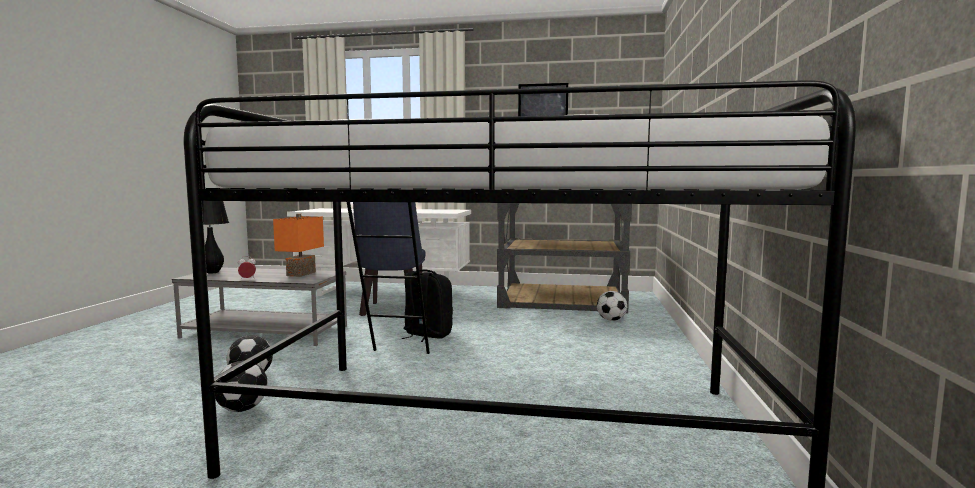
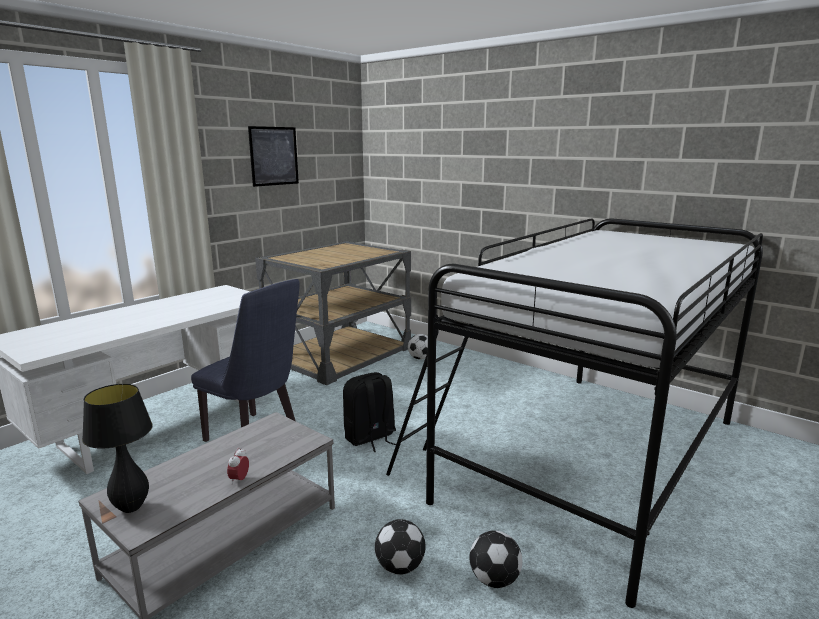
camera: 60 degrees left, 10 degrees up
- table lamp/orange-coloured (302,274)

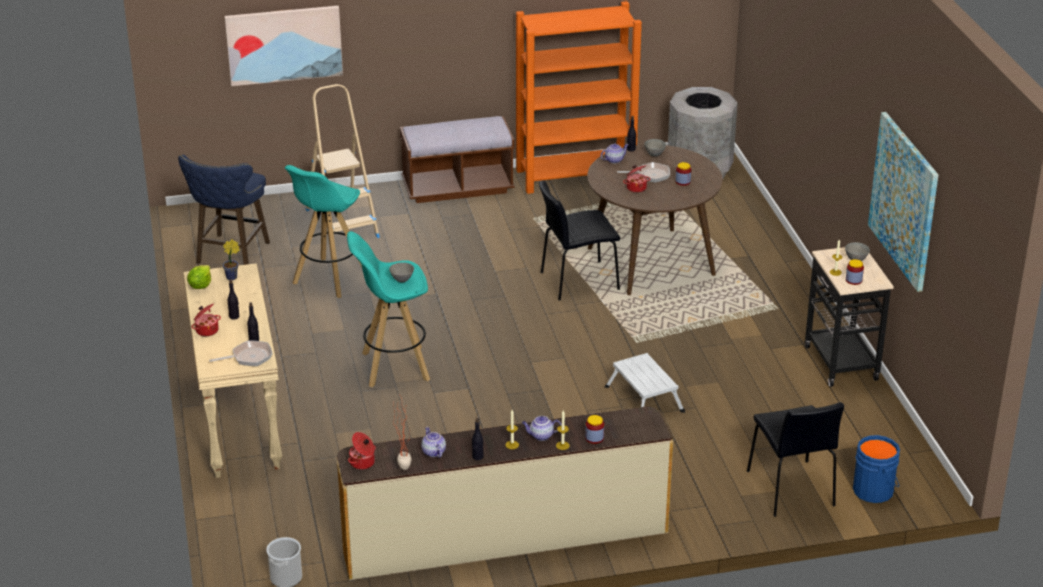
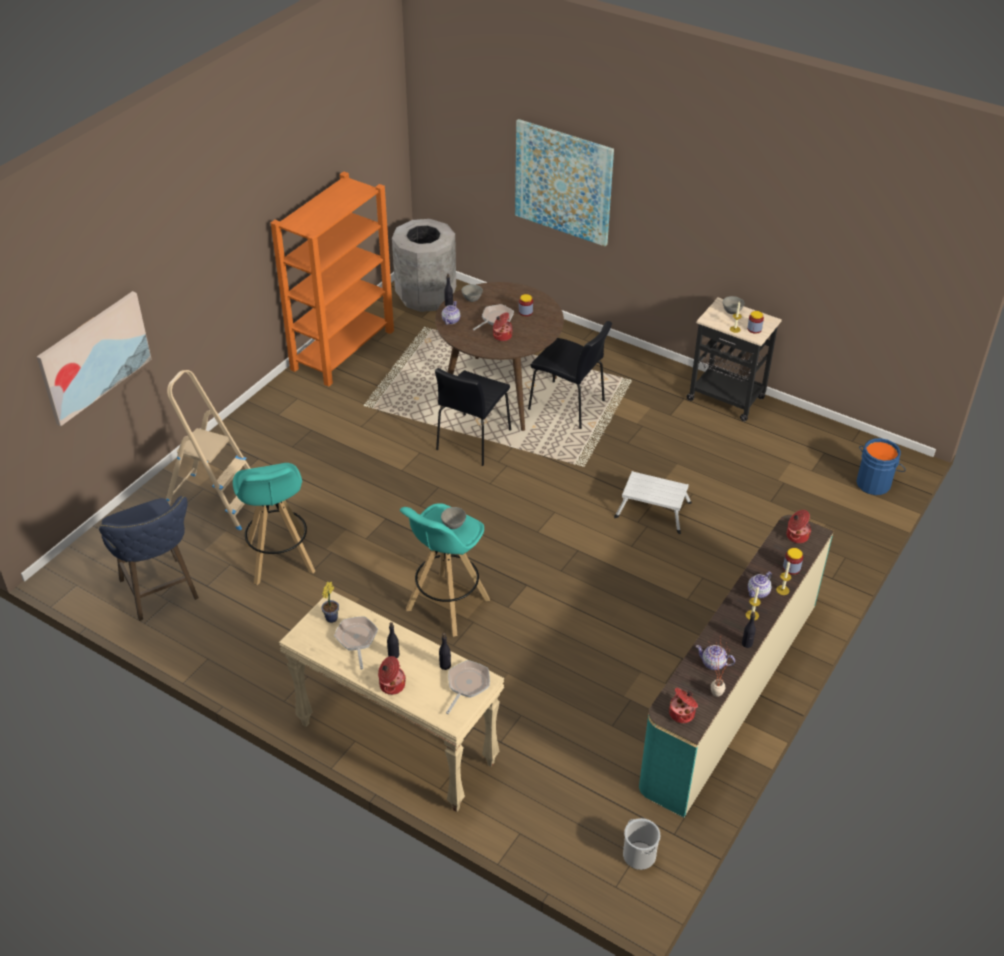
camera: 45 degrees left, 10 degrees up
- lettuce (200,285)
- long seat/brown (457,187)
+ pan (356,639)
+ stockpot (796,536)
~ upright chair/black (792,490) to (569,406)
~ wall picture (904,200) to (563,182)
~ cabinet/brown (505,538) to cabinet/blue-green (730,693)

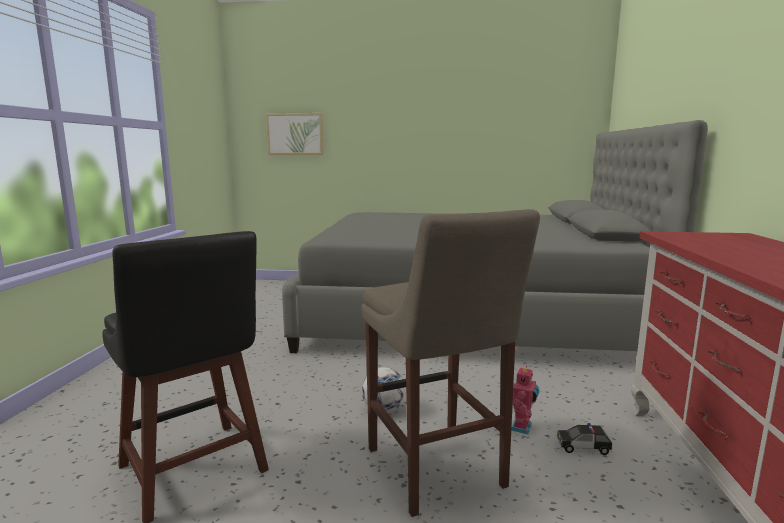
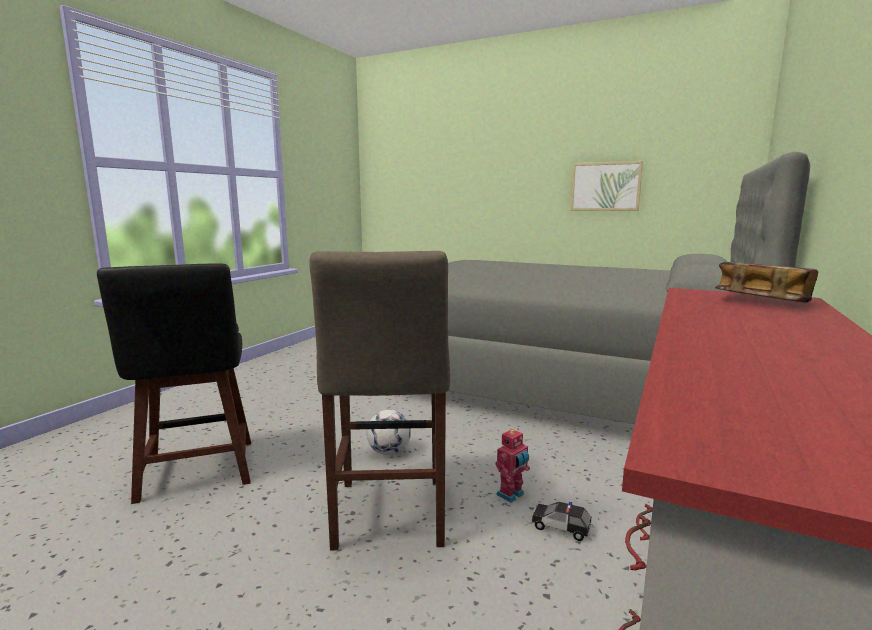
camera: 20 degrees right, 0 degrees up
+ bound book (762,301)
~ wall picture (295,134) to (605,186)

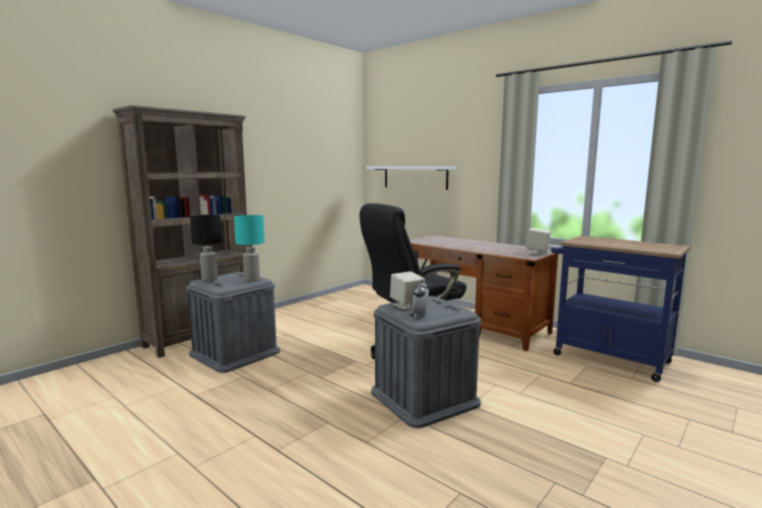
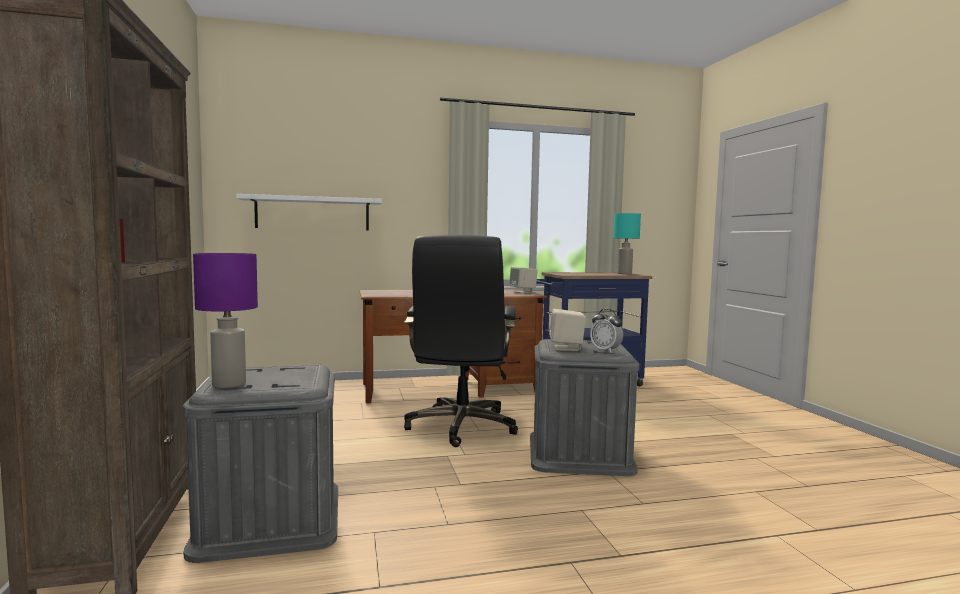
camera: 55 degrees left, 5 degrees down
~ table lamp/blue-green (252,280) to (624,274)
~ table lamp/black (209,279) to table lamp/purple-coloured (228,385)

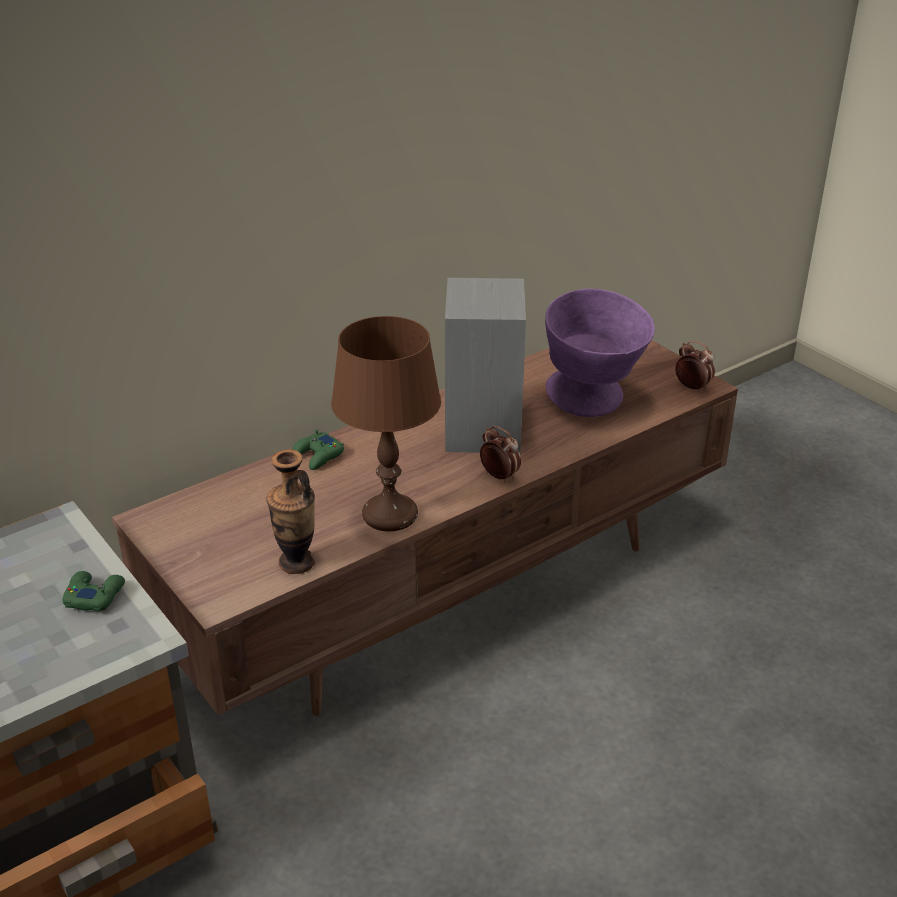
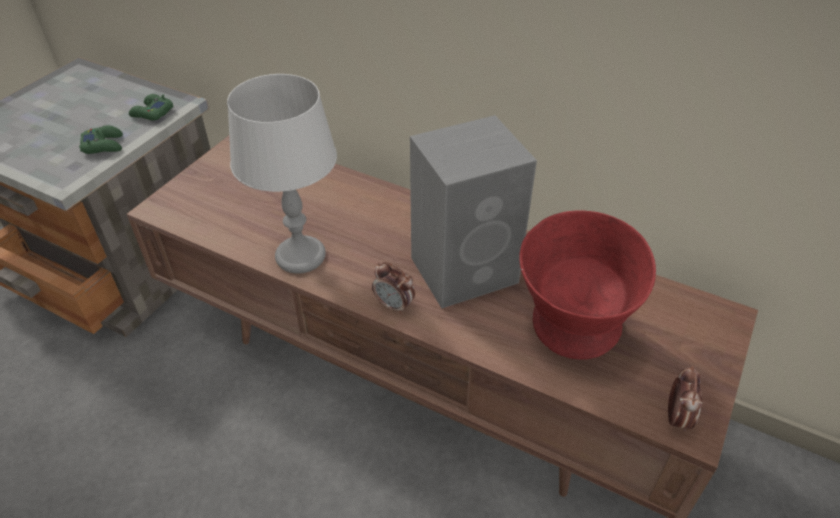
camera: 65 degrees right, 10 degrees up
- flower vase (296,562)
~ gamepad/green-coloured (318,456) to (152,113)
~ table lamp/brown (390,515) to table lamp/grey (300,257)
~ bowl/purple-coloured (593,404) to bowl/red-coloured (568,337)
~ alarm clock (499,476) = (394,305) 105 degrees clockwise

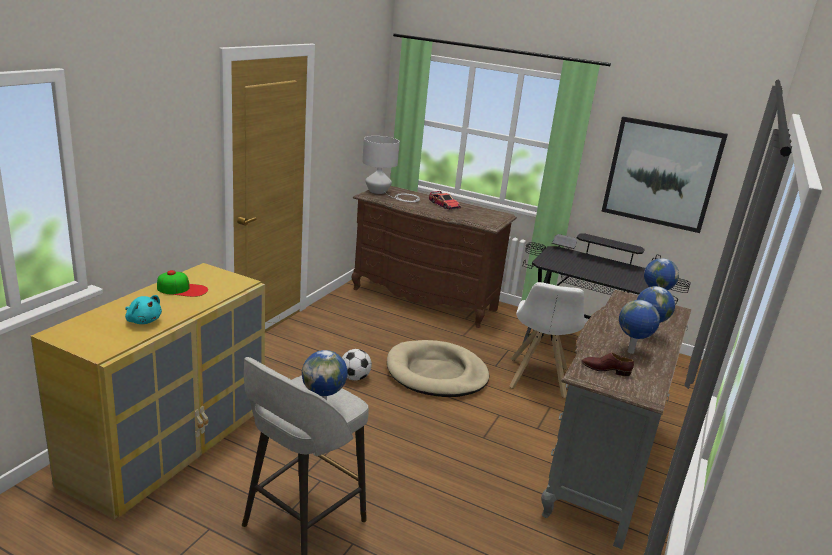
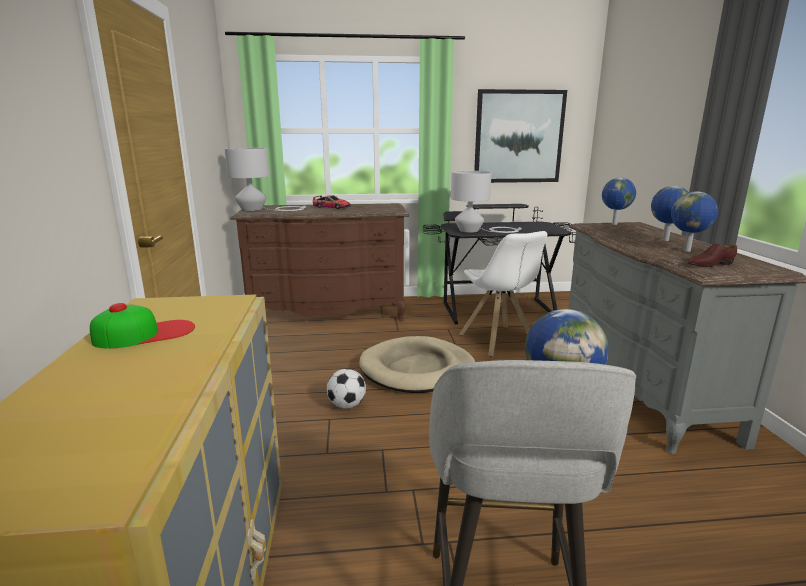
camera: 30 degrees left, 5 degrees down
- soft toy/blue-green (143,320)
+ table lamp/grey (482,230)

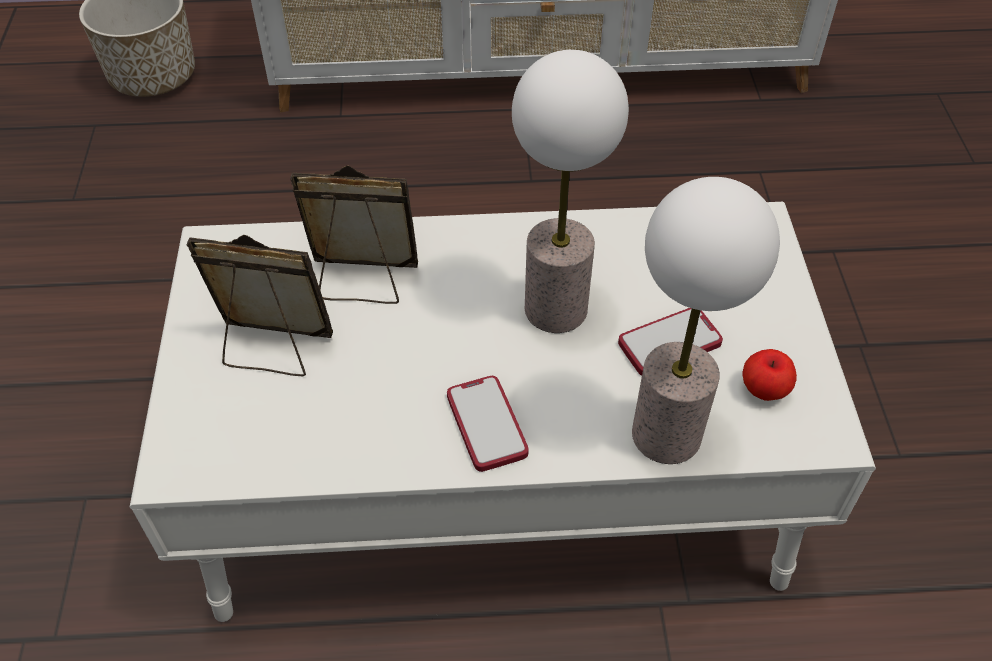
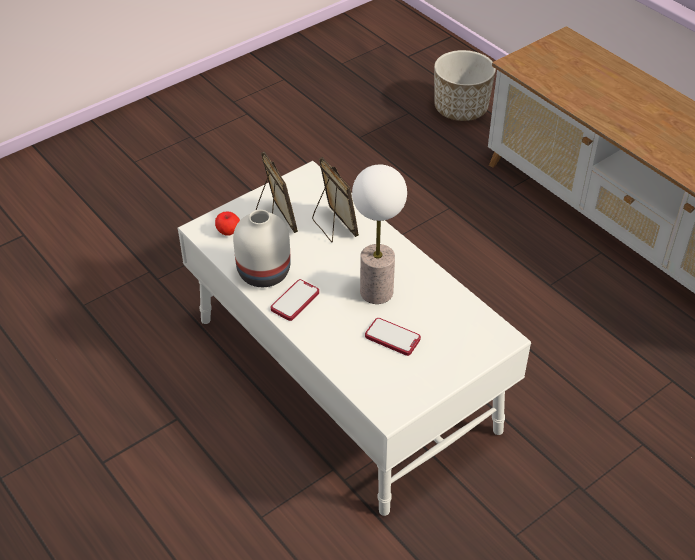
camera: 55 degrees right, 5 degrees down
- table lamp (667,435)
+ flower vase/white (265,273)
~ whole apple (764,389) to (228,231)

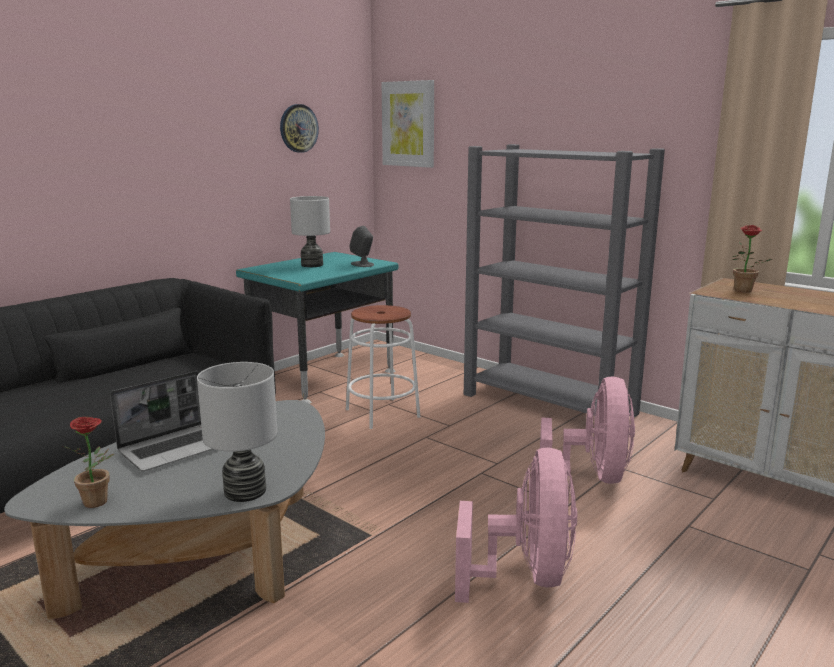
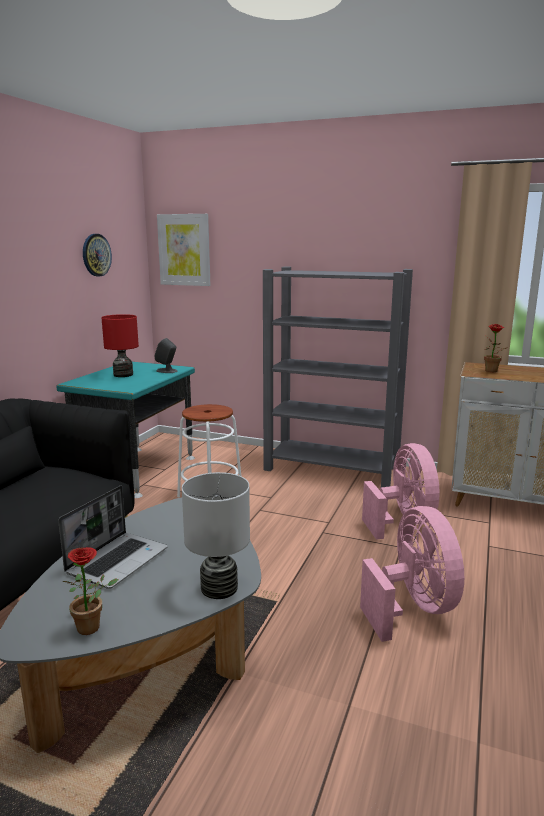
camera: 20 degrees left, 0 degrees up
~ table lamp/grey (312,265) to table lamp/red-coloured (123,375)

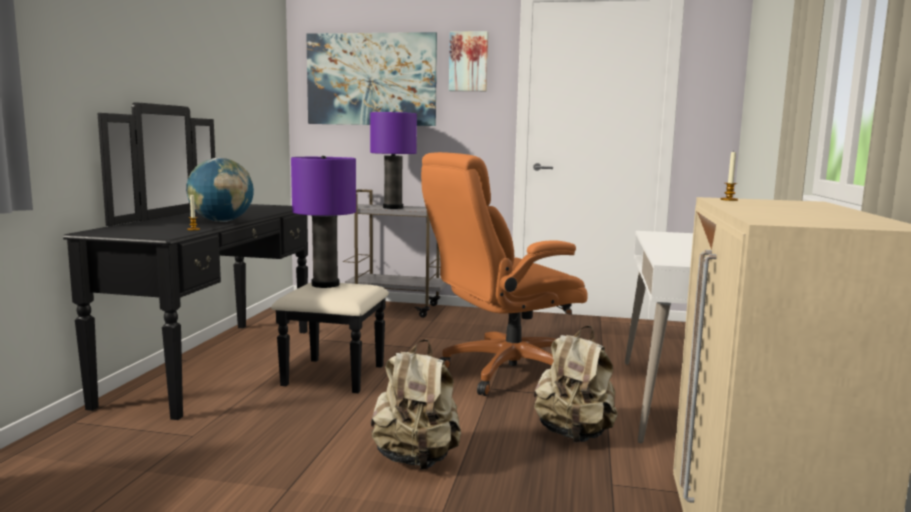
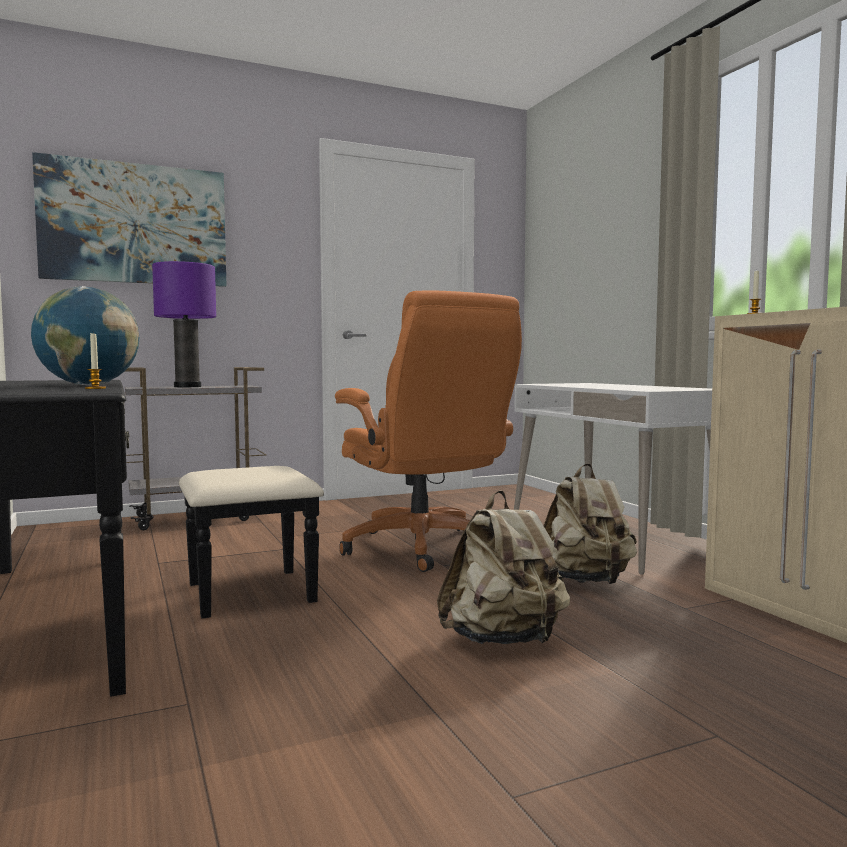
camera: 35 degrees left, 5 degrees down
- table lamp/purple-coloured (326,284)
- wall picture (468,61)
~ office chair/orange-coloured (501,372) = (425,551) 60 degrees counterclockwise

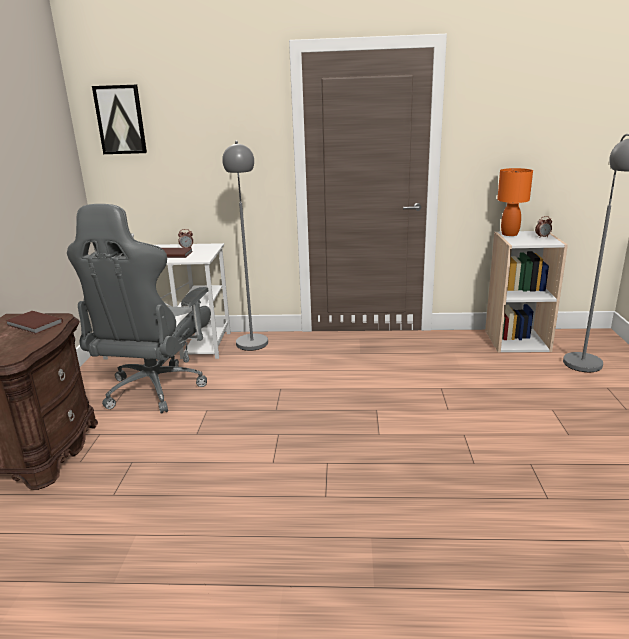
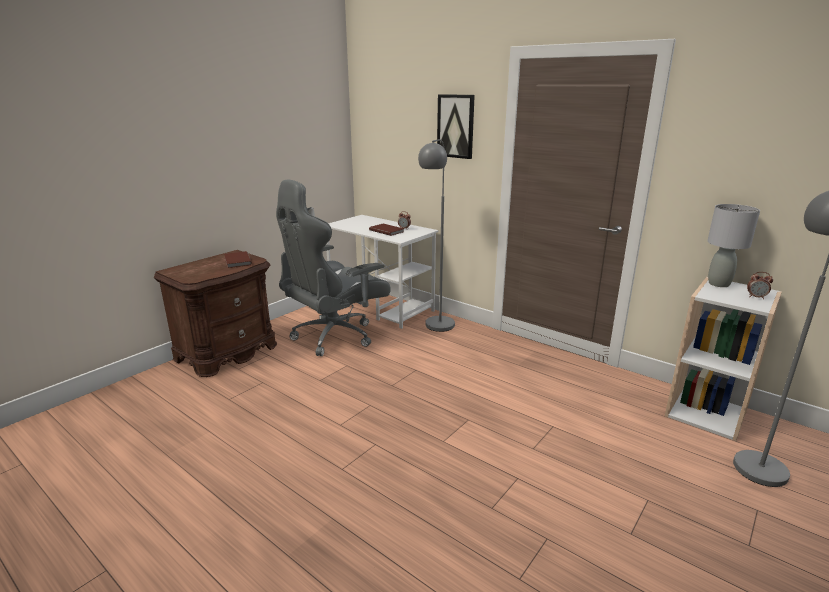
camera: 35 degrees right, 0 degrees up
~ wall picture (120,120) to (456,126)
~ table lamp/orange-coloured (509,234) to table lamp/grey (718,284)

